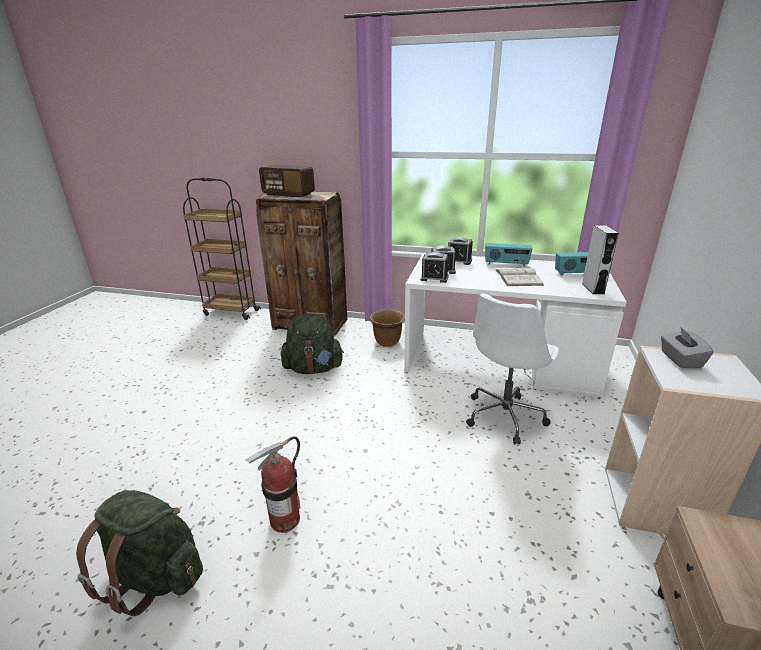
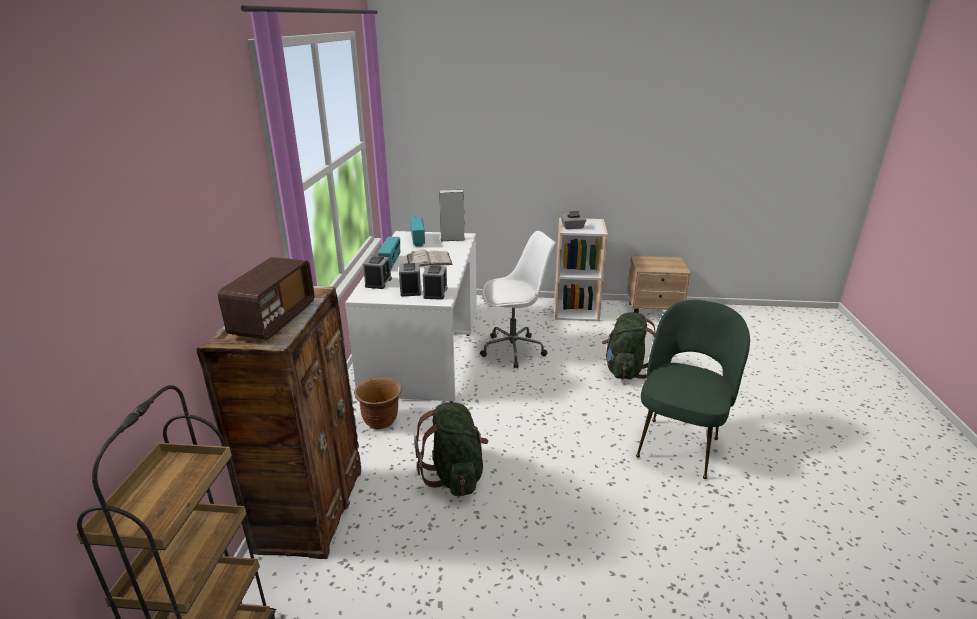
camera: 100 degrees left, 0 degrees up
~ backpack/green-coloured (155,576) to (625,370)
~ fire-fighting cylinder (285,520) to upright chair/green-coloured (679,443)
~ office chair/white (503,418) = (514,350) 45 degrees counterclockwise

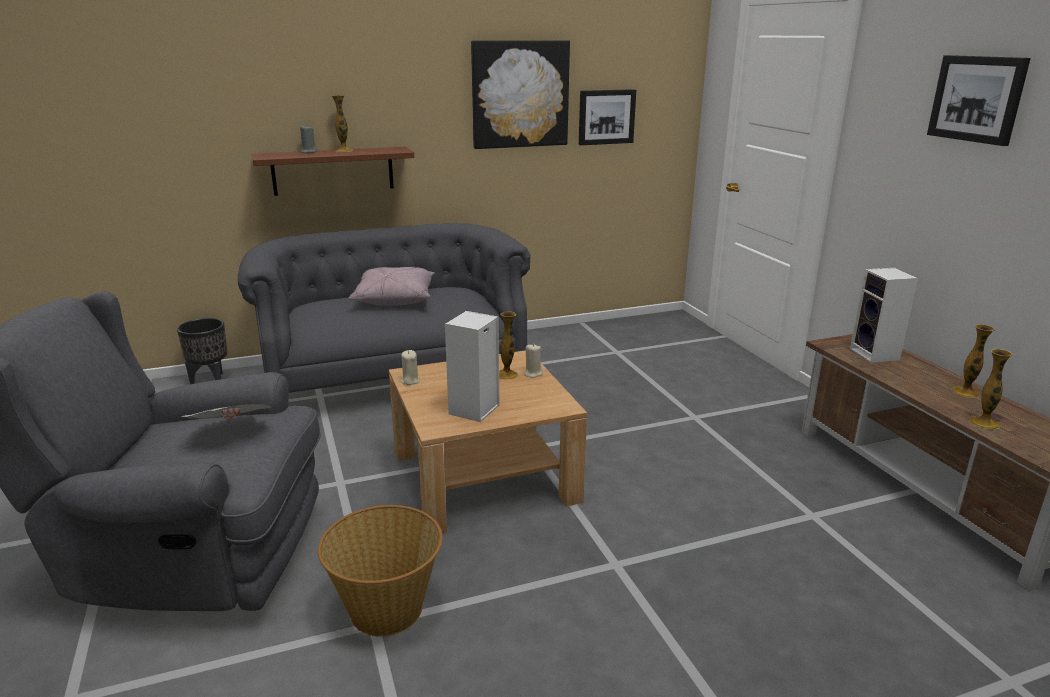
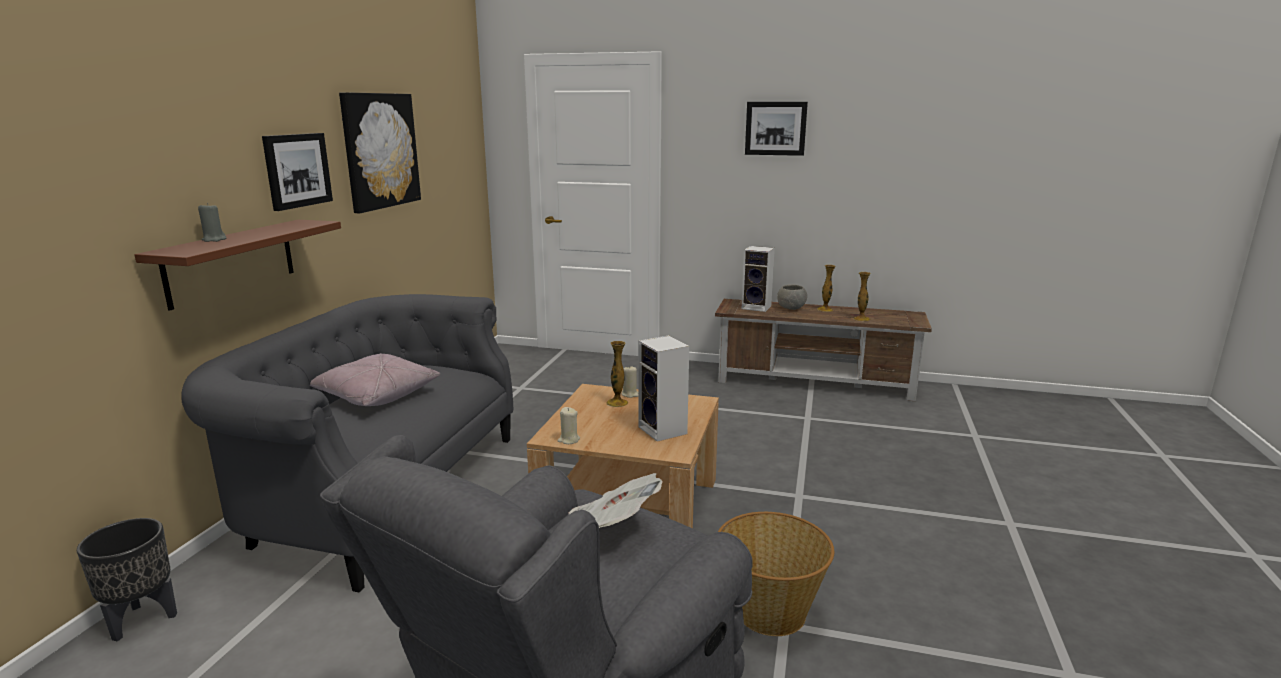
camera: 55 degrees left, 5 degrees down
- flower vase (344,151)
+ bowl/grey (791,308)
~ wall picture (606,117) to (297,170)

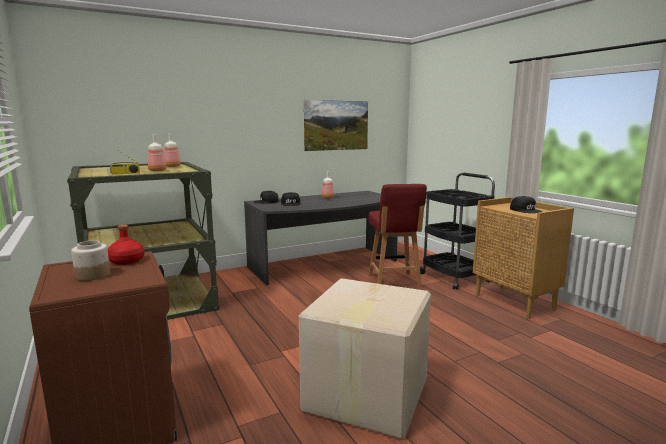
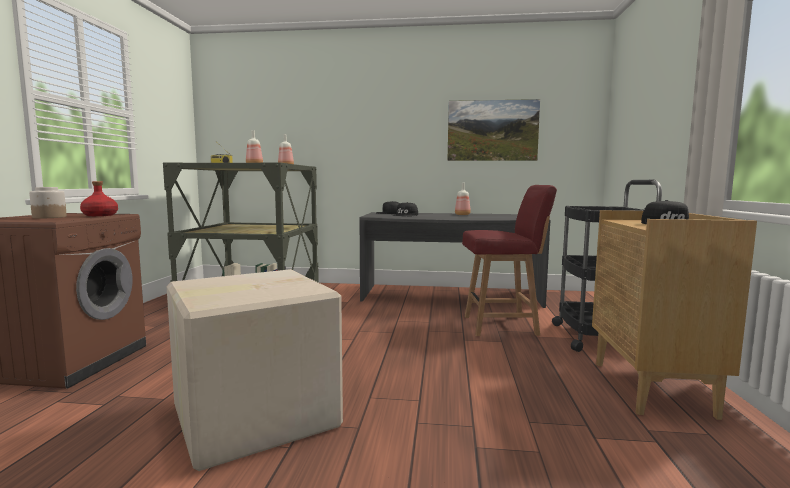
camera: 35 degrees right, 5 degrees down
~ upright chair/red-coloured (394,281) = (502,325) 120 degrees counterclockwise

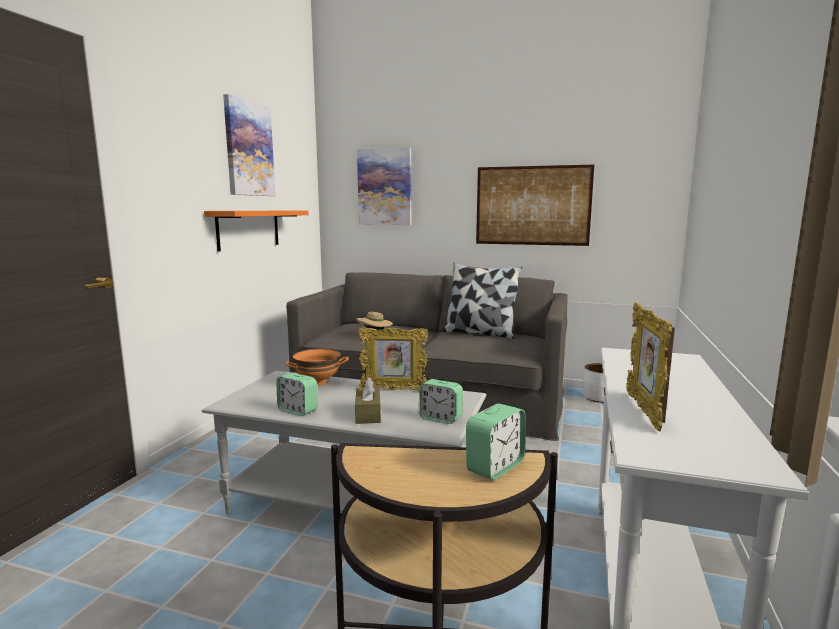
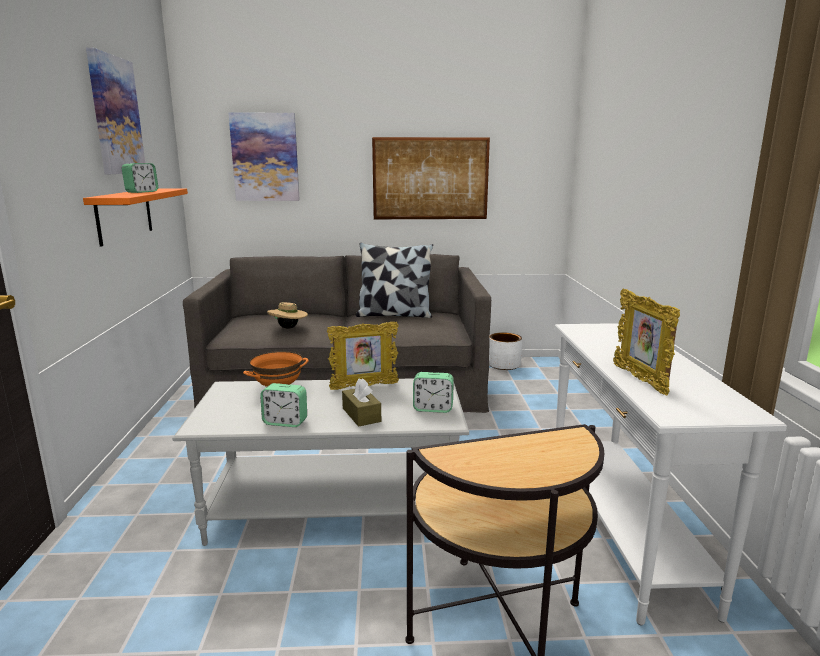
camera: 20 degrees left, 5 degrees up
~ alarm clock (495,467) to (142,192)

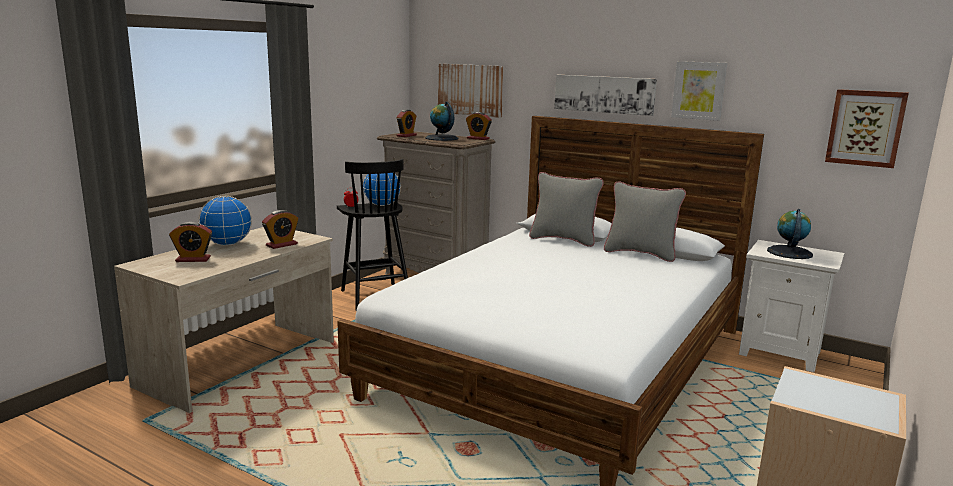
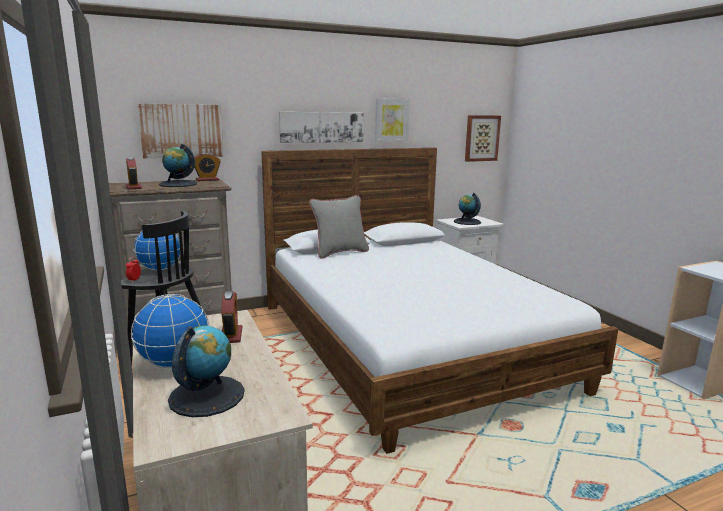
camera: 55 degrees left, 0 degrees up
- pillow/grey (640,253)
~ alarm clock (193,259) to world globe (206,395)

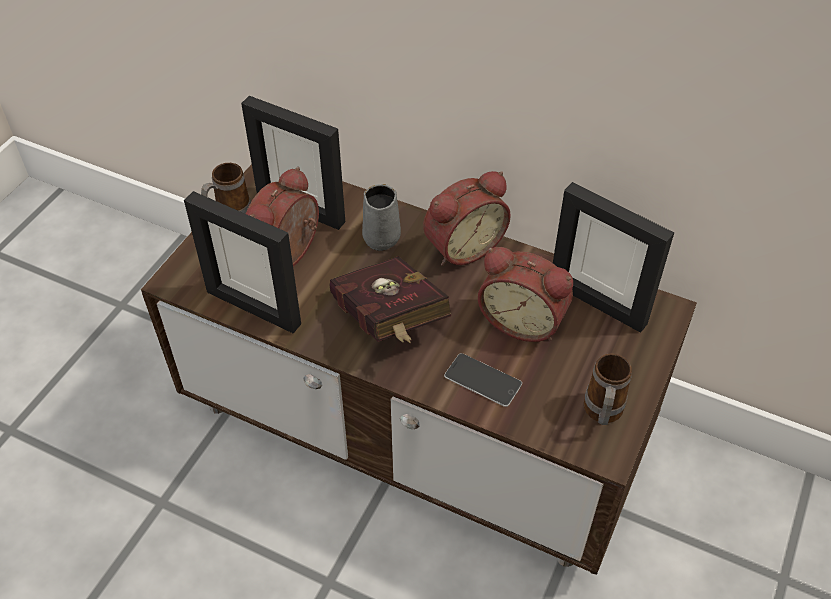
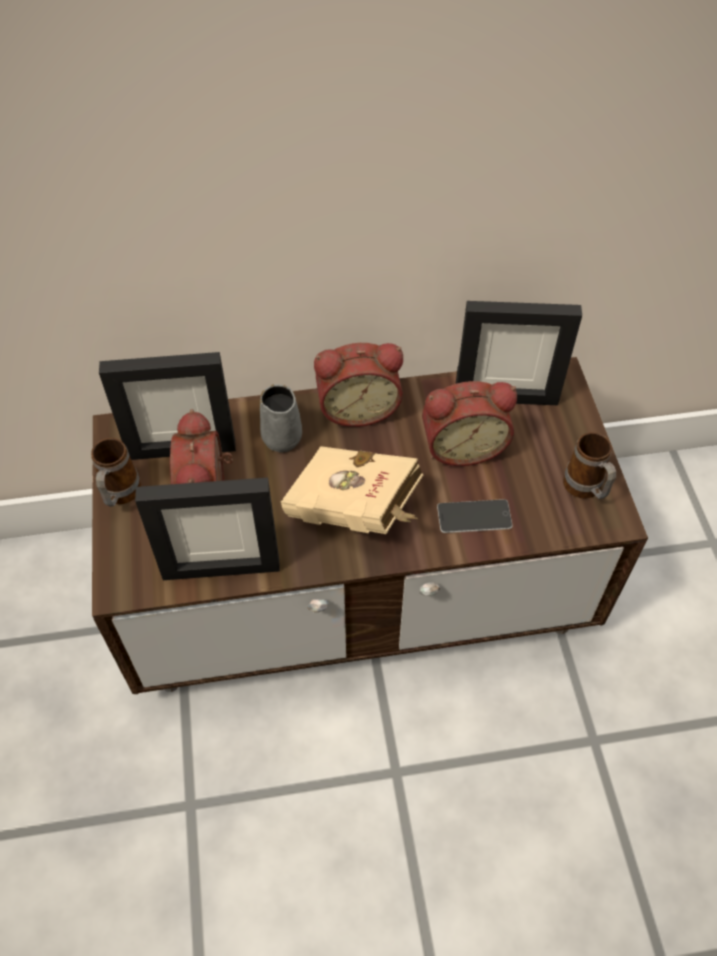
camera: 35 degrees left, 5 degrees up
~ bound book/red-coloured (390,323) to bound book/beige-coloured (356,511)
~ alarm clock (462,246) = (358,407) 60 degrees clockwise

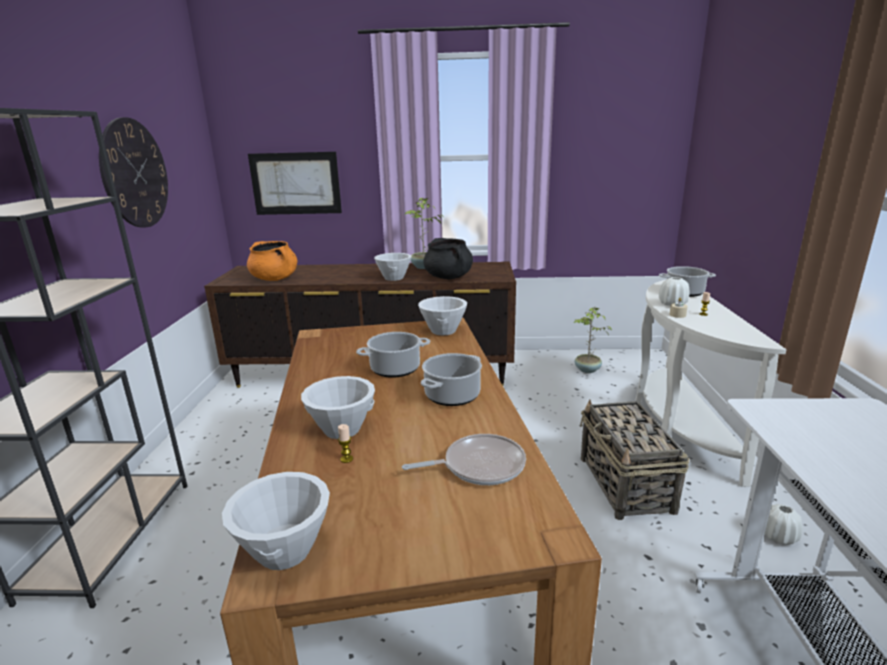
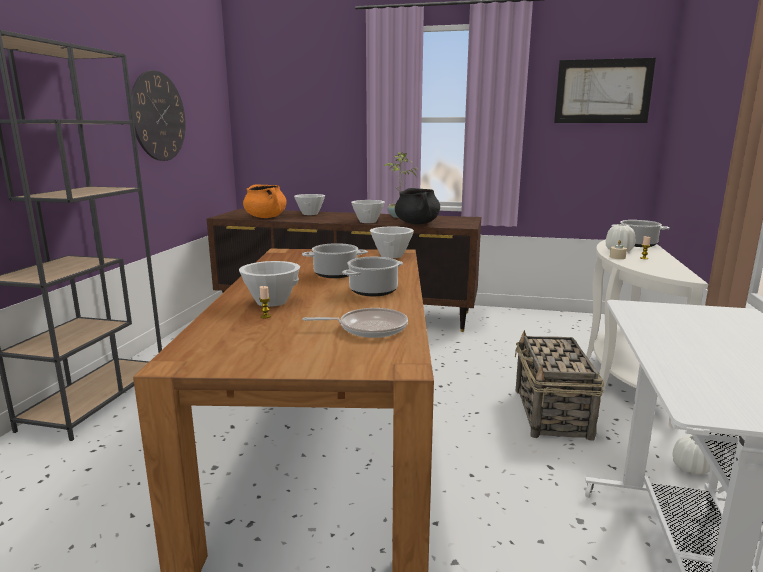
camera: 10 degrees right, 5 degrees down
- plant in a pot (587,370)
~ bowl/white (284,551) to (309,214)
~ wall picture (295,183) to (603,91)

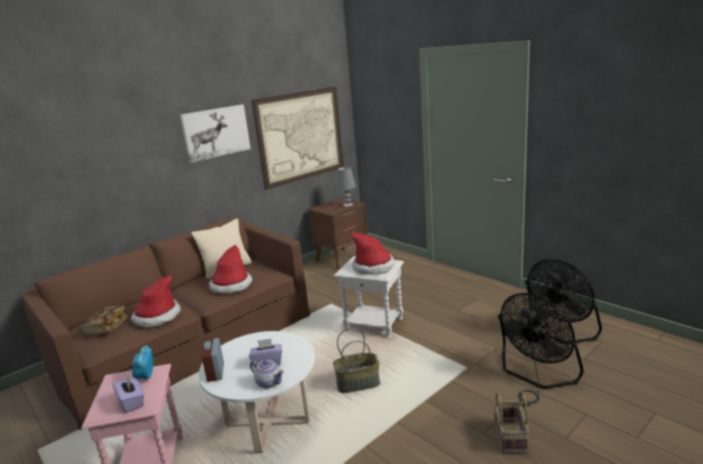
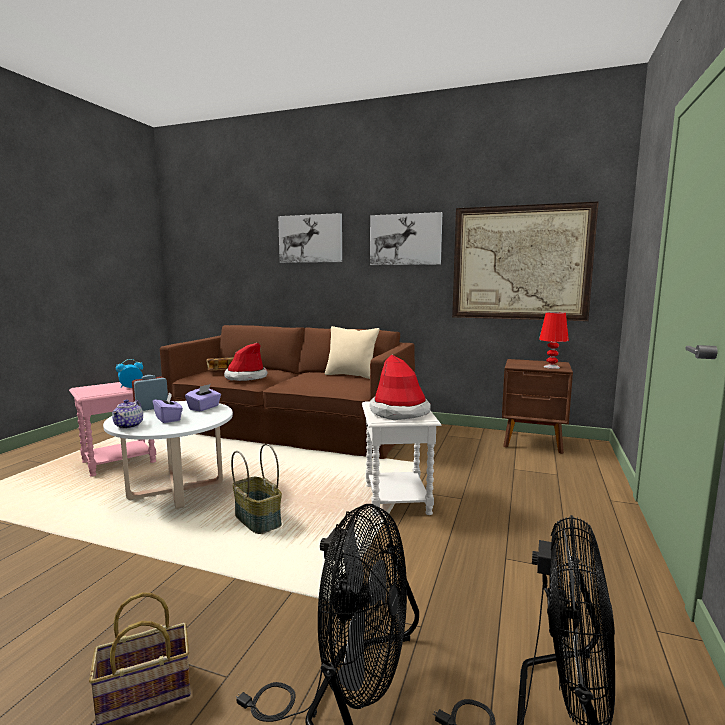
camera: 60 degrees right, 10 degrees down
- wearable hat (231,286)
+ wall picture (310,239)
~ box of tissues/purple-coloured (132,402) to (204,408)
~ table lamp/grey (348,205) to table lamp/red-coloured (552,367)

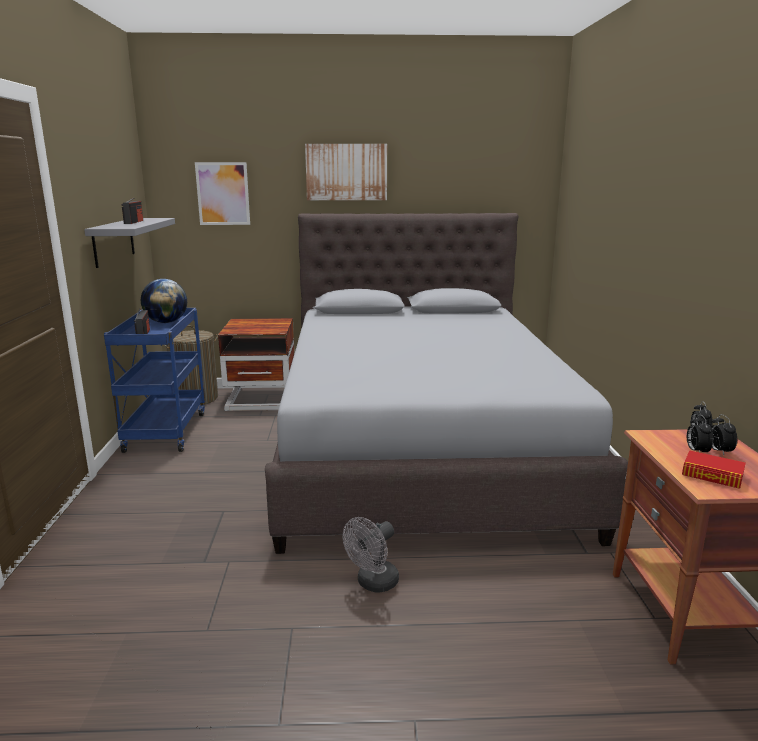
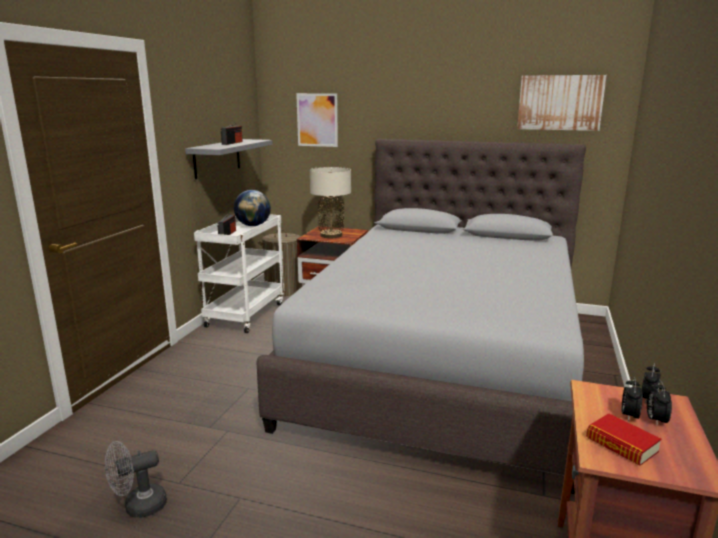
camera: 20 degrees right, 0 degrees up
+ table lamp (331,235)
~ wall picture (346,172) to (560,102)
~ cooling fan/grey (373,584) to (138,507)
~ trolley/blue (165,431) to trolley/white (245,314)

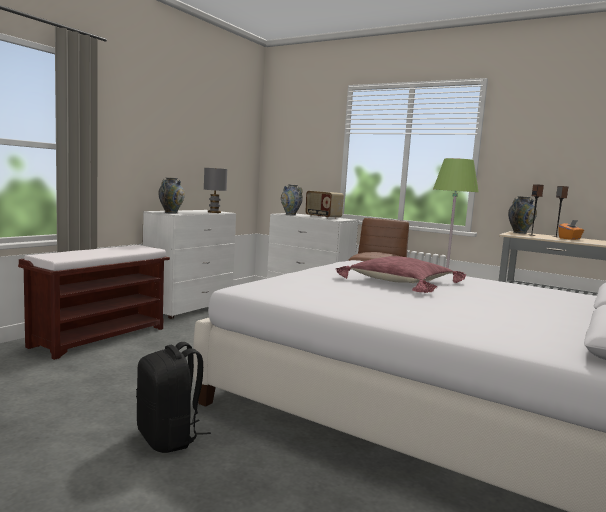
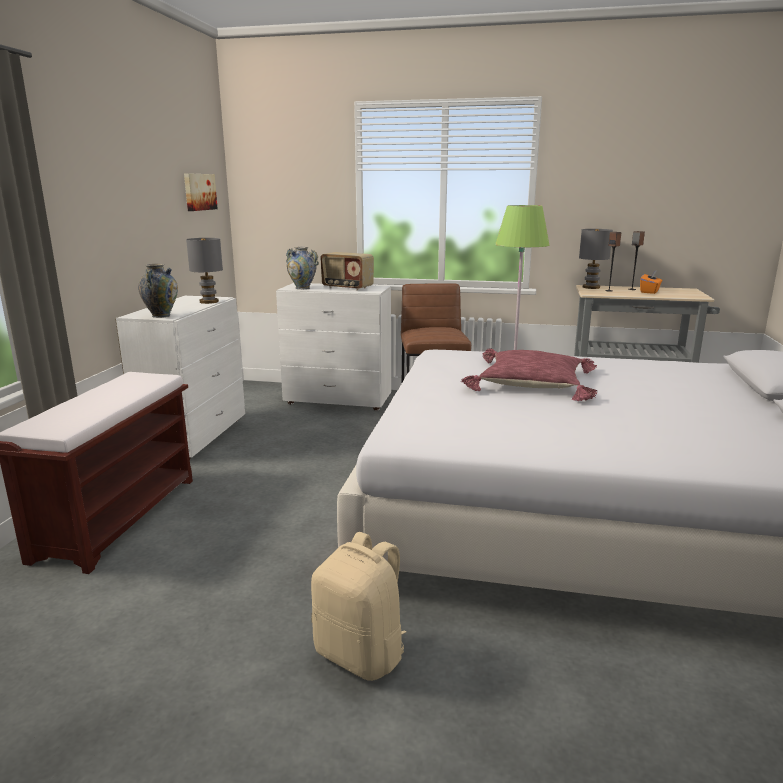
camera: 20 degrees left, 10 degrees up
+ wall picture (199,192)
~ flower vase (519,232) to table lamp/grey (591,287)
~ backpack/black (169,438) to backpack/beige-coloured (361,654)

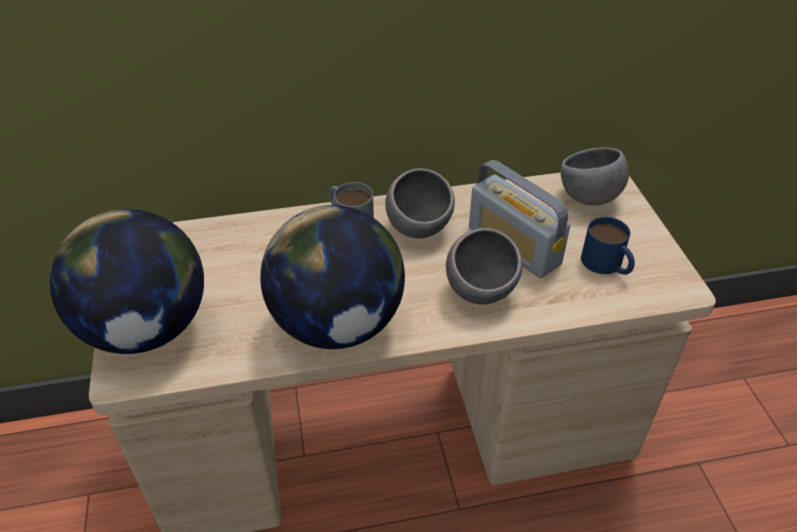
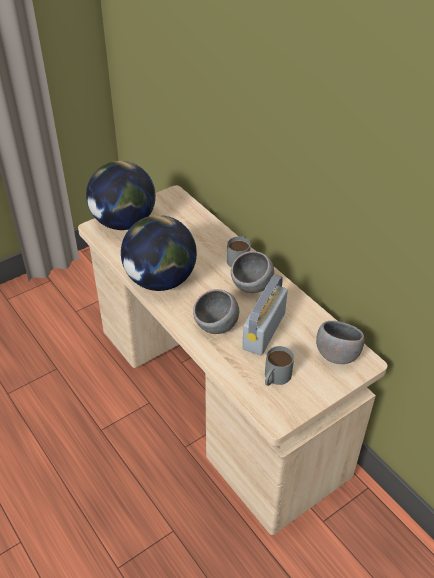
camera: 65 degrees right, 0 degrees up
~ coffee mug/blue (607,265) to coffee mug/grey (275,377)

